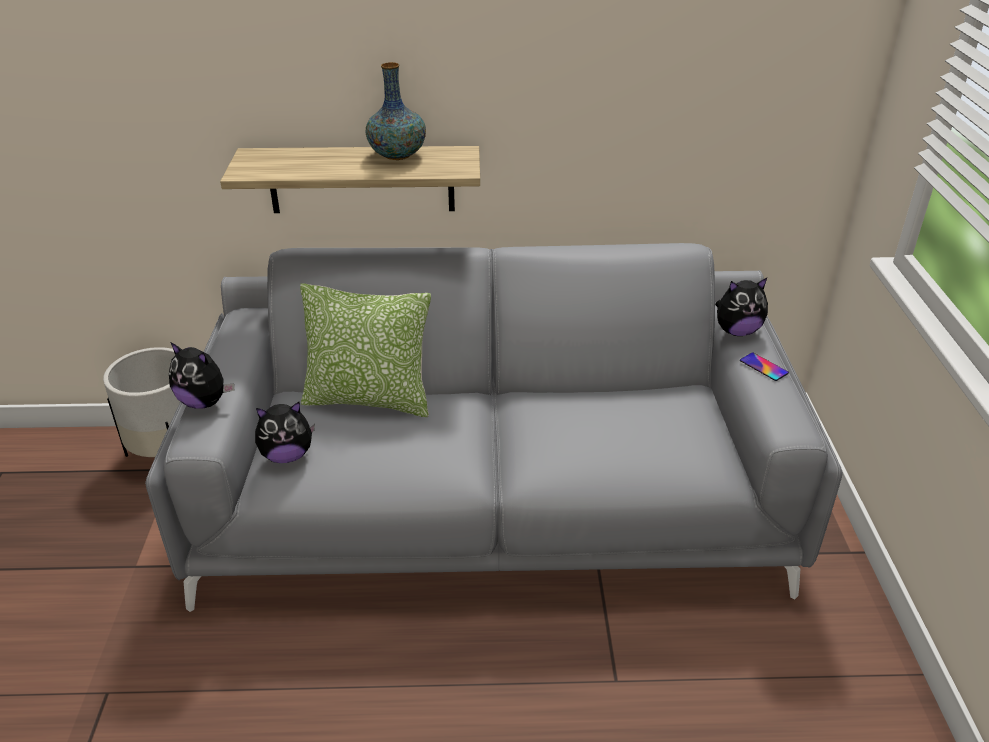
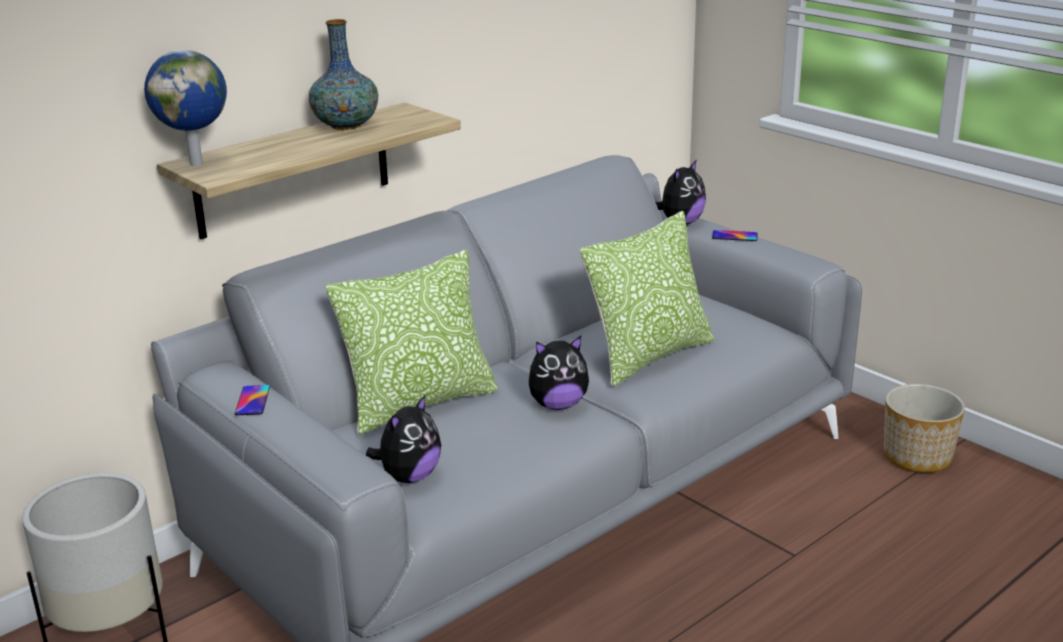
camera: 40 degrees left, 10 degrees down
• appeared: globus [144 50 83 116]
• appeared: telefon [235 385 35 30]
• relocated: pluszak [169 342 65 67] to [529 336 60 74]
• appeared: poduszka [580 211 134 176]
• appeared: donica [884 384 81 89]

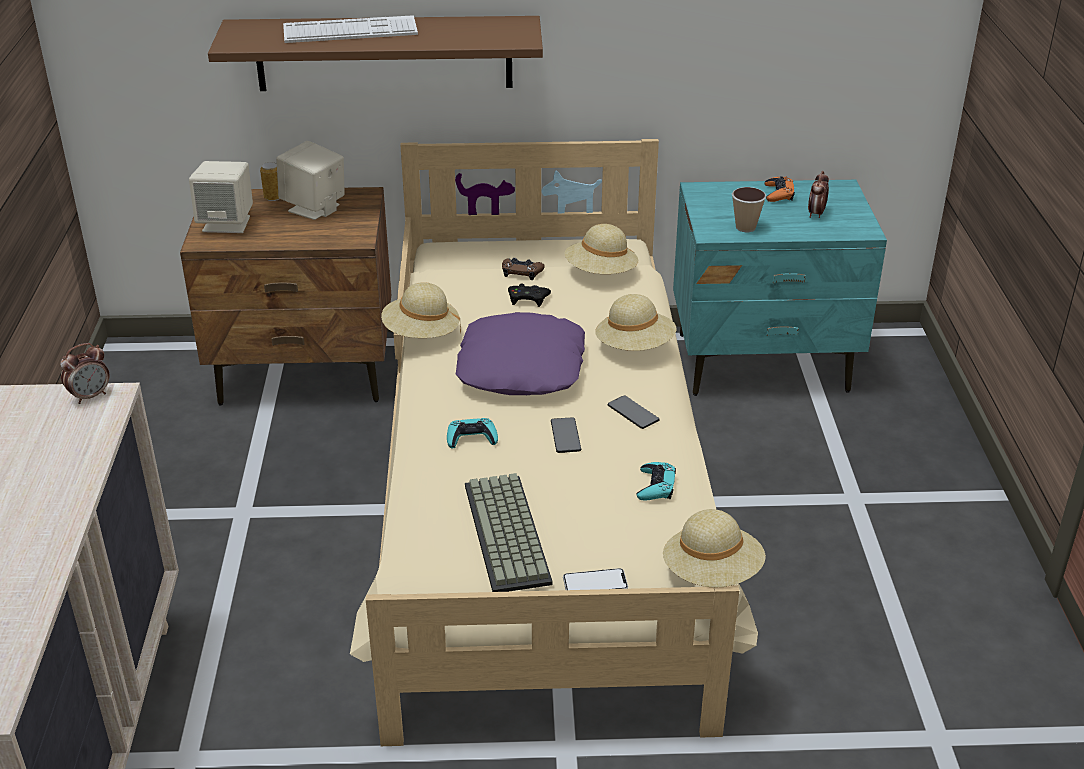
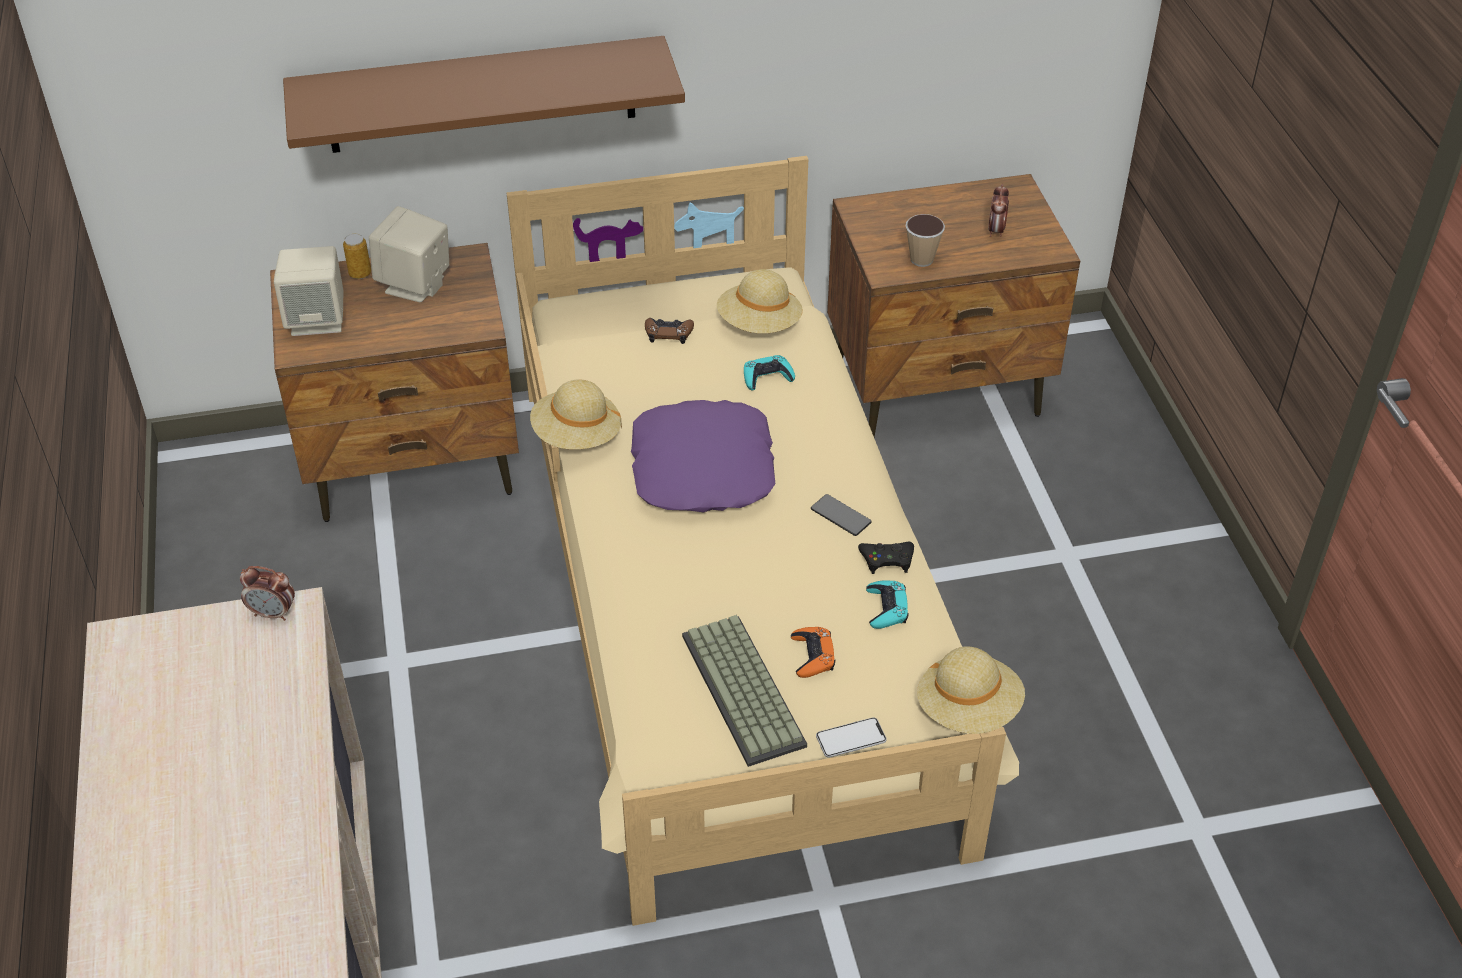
camera: 10 degrees left, 10 degrees up
• spun: budzik [60 343 50 61] = [240 566 55 55] 60 degrees clockwise
• relocated: pad do gier/turkusowy [447 418 51 31] to [744 355 51 35]
• relocated: pad do gier/pomarańczowy [764 176 31 26] to [791 627 44 51]
• colour: szafka nocna/turkusowy [673 180 214 216] to szafka nocna/brązowy [827 174 253 263]
• relocated: pad do gier/czarny [508 284 43 23] to [858 542 56 32]
• missing: klawiatura [283 15 135 28]
• missing: telefon [551 417 30 36]
• missing: kapelusz/beżowy [595 294 82 57]

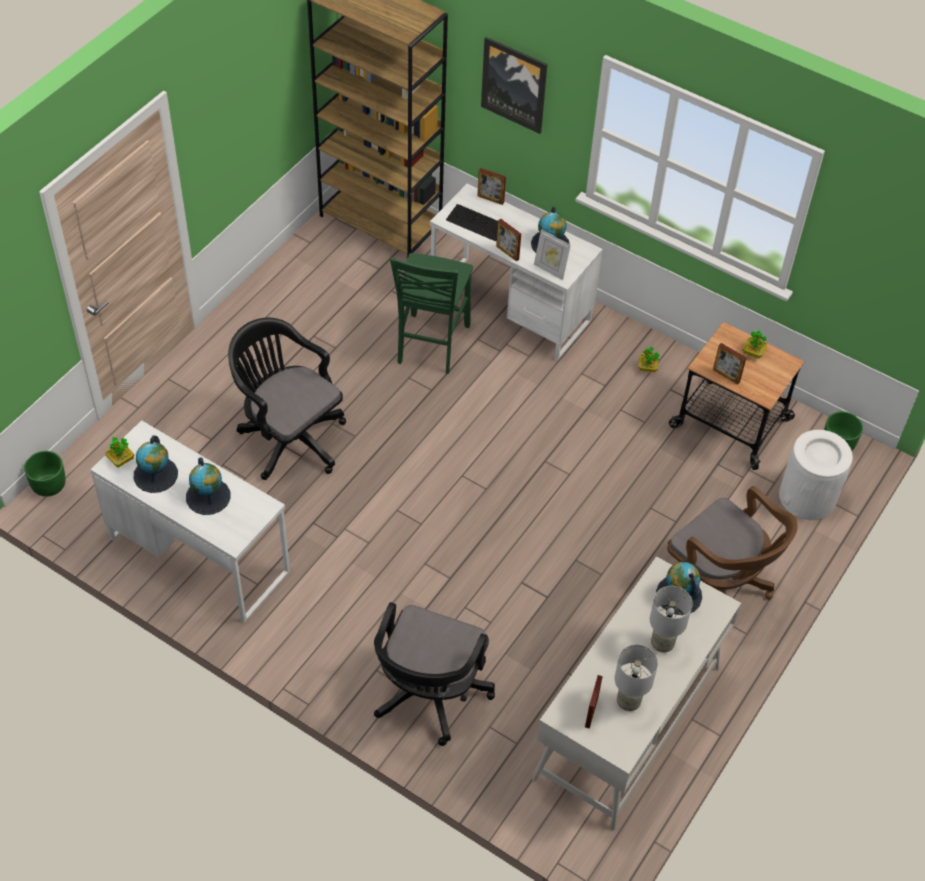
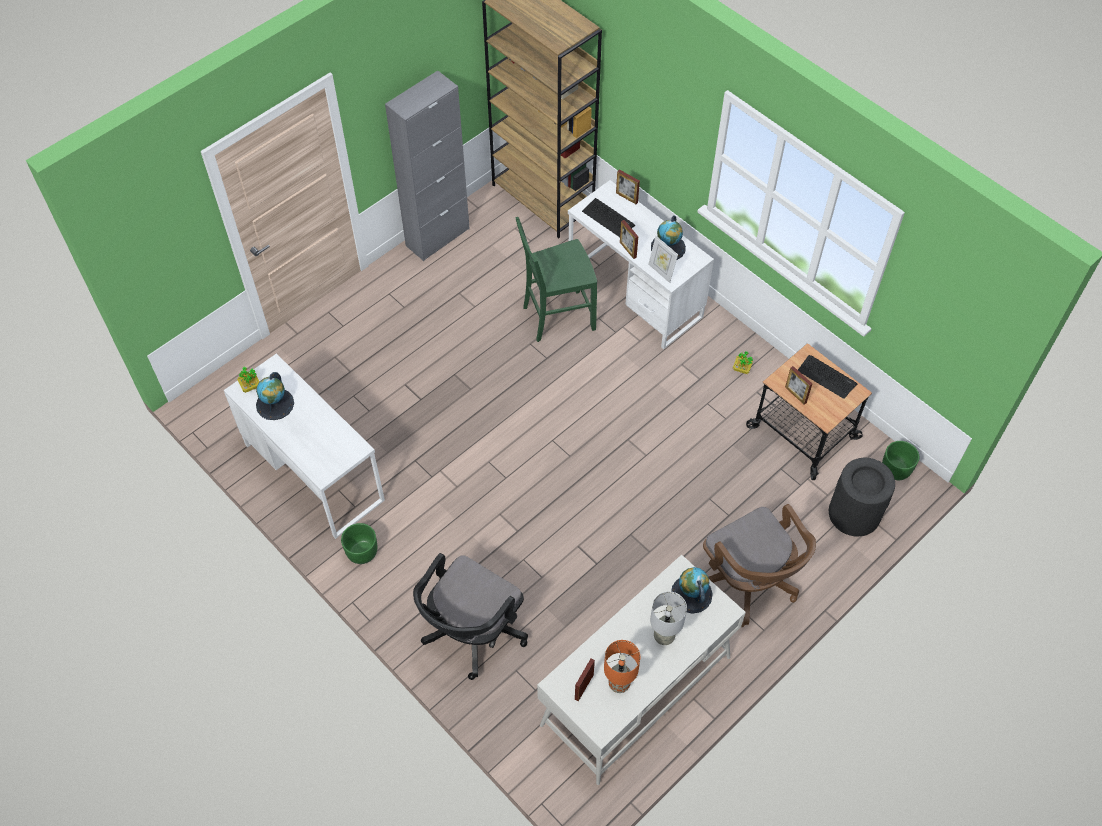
camera: 15 degrees right, 5 degrees up
• relocated: donica/zielony [24 451 42 46] to [341 523 36 41]
• appeared: szafka/szary [385 71 85 190]
• spun: krzesło/zielony [390 253 83 121] = [516 217 81 125] 45 degrees clockwise
• colour: lampa stołowa/szary [615 644 43 67] to lampa stołowa/pomarańczowy [604 640 36 53]
• exchanged: roślina doniczkowa [742 330 25 29] to klawiatura [798 355 59 44]
• colour: kosz na śmieci/biały [779 430 74 90] to kosz na śmieci/czarny [829 458 66 79]
• missing: globus [186 457 45 58]
• missing: krzesło biurowe/czarny [228 318 118 162]
• missing: obraz [481 37 66 97]

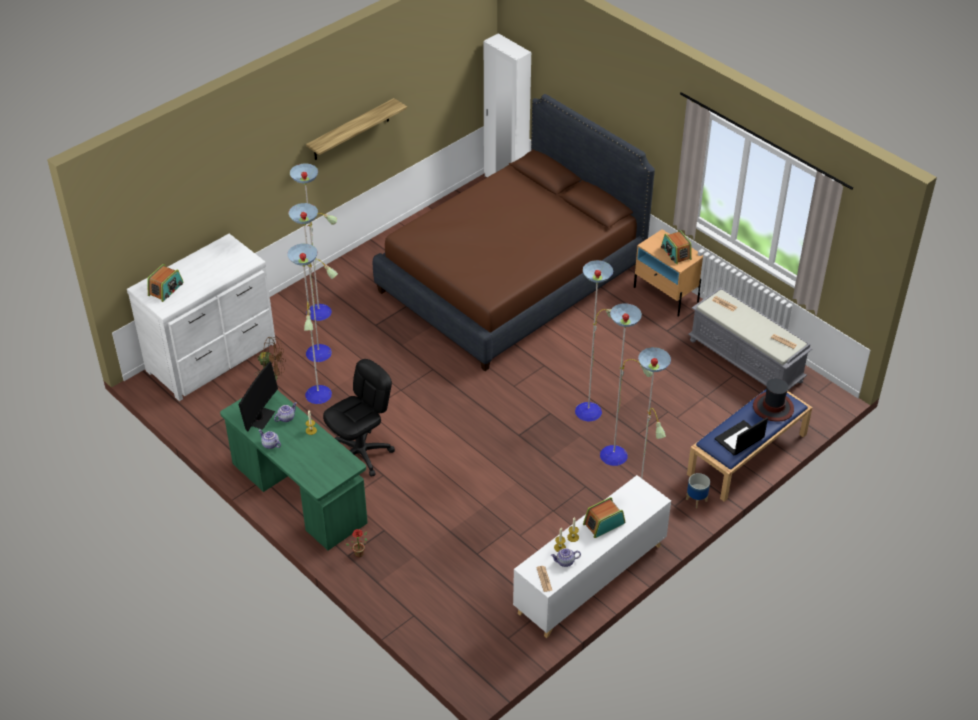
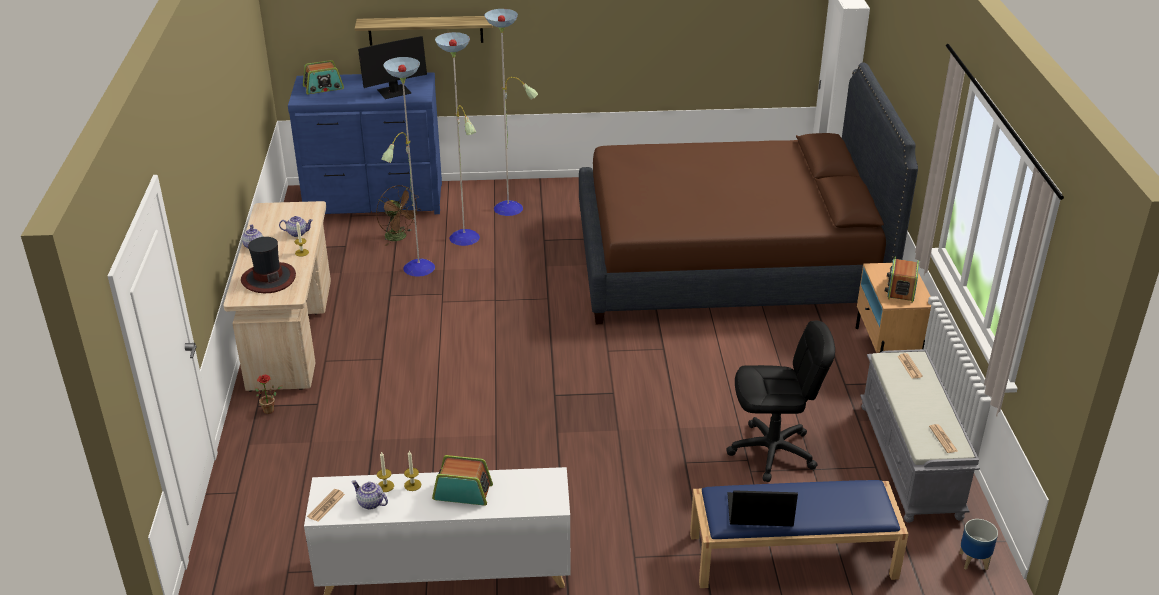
camera: 40 degrees right, 10 degrees down
• colour: biurko/zielony [220 390 148 161] to biurko/beżowy [223 201 108 190]
• relocated: kapelusz [753 378 41 44] to [241 237 55 56]
• colour: komoda/biały [127 234 149 167] to komoda/niebieski [288 72 154 142]
• relocated: półka [306 98 101 62] to [355 16 138 29]
• relocated: monitor [239 362 39 70] to [358 36 69 63]
• relocated: krzesło biurowe/czarny [323 359 72 118] to [726 321 109 161]
• relocated: donica [686 473 24 35] to [960 519 38 51]
• missing: lampa stojąca [575 260 96 218]

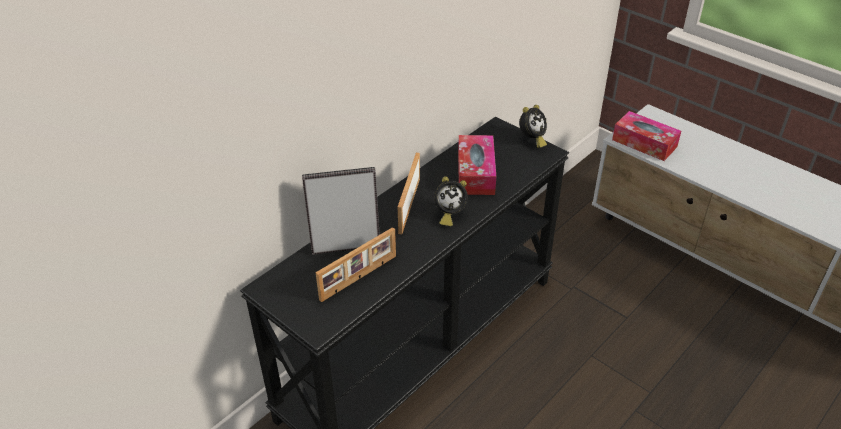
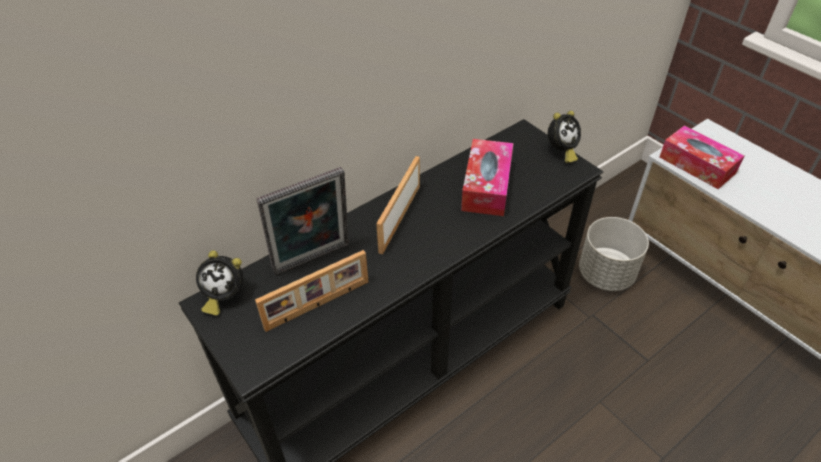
camera: 10 degrees right, 5 degrees up
• relocated: budzik [434 176 34 51] to [196 250 47 66]
• spun: ramka na zdjęcie [302 167 78 88] = [256 167 93 108] 150 degrees clockwise
• appeared: donica/szary [579 217 70 74]

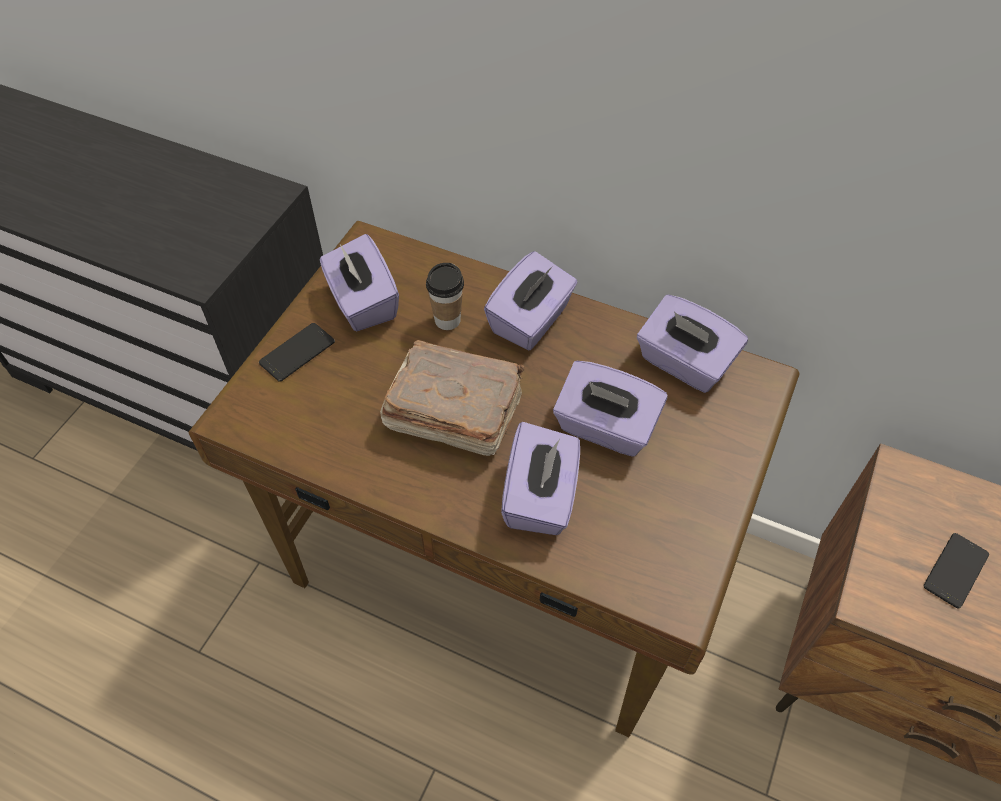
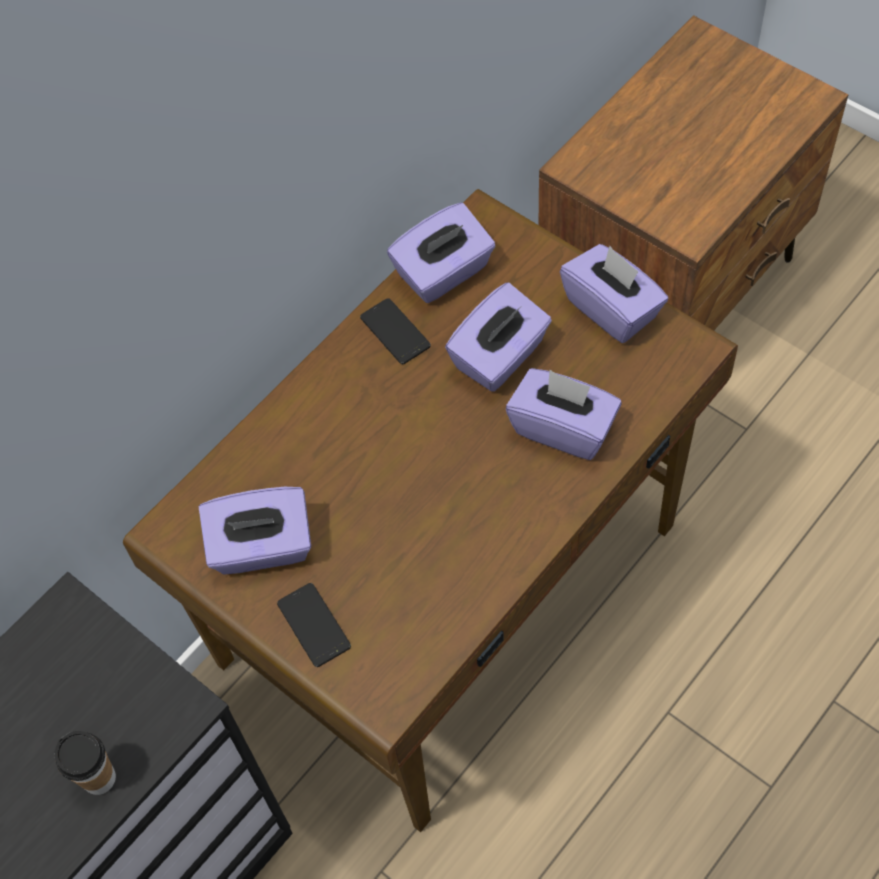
camera: 70 degrees left, 5 degrees up
• relocated: filiżanka [426 263 38 67] to [55 731 61 64]
• relocated: telefon [924 533 65 75] to [360 298 71 66]
• relocated: pudełko chusteczek/fioletowy [484 251 94 100] to [560 244 108 99]
• missing: książka/brązowy [380 340 145 116]

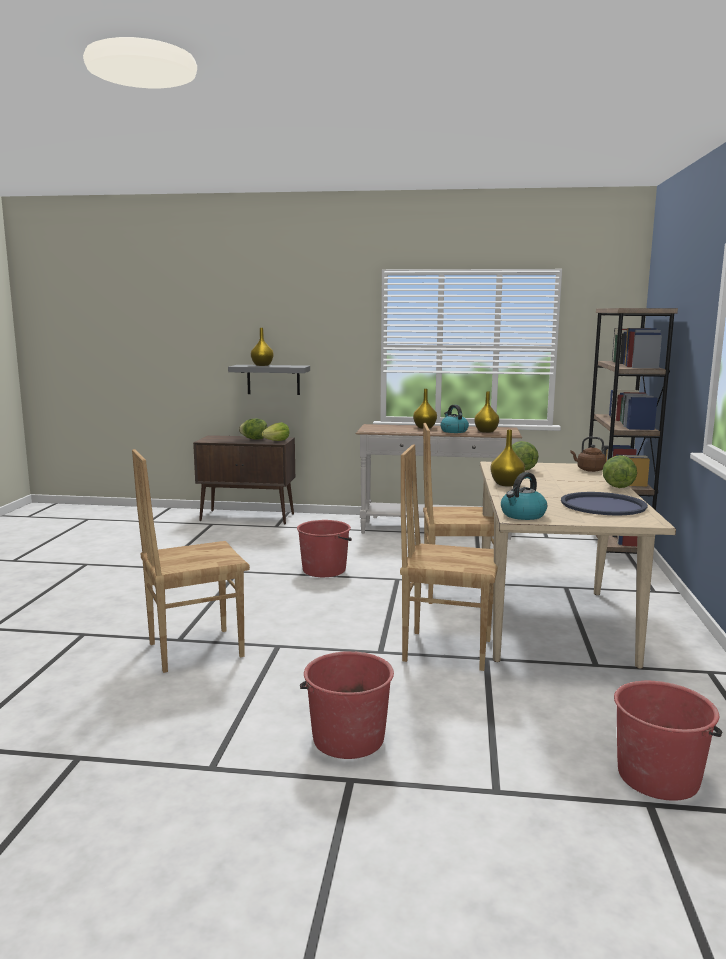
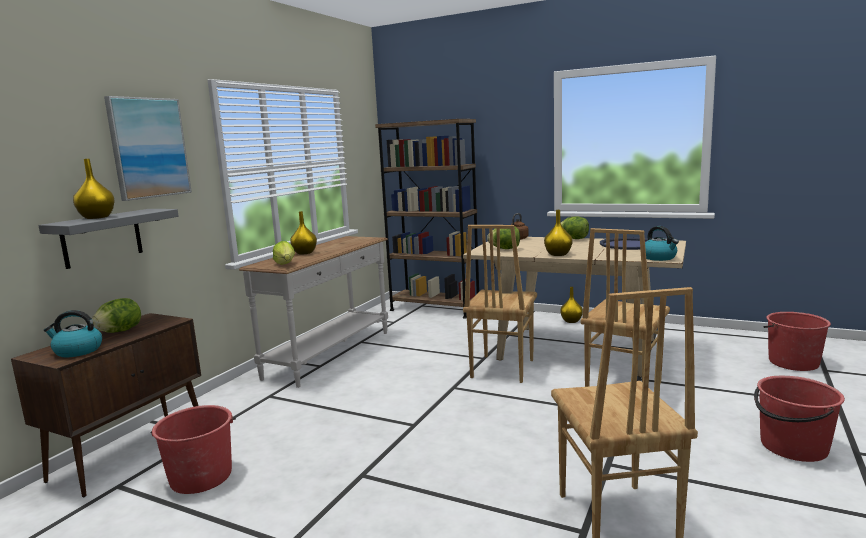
camera: 70 degrees left, 0 degrees up
• relocated: czajnik [440 405 29 28] to [44 310 58 47]
• appeared: obraz [104 96 88 105]
• relocated: wiadro/czerwony [297 520 55 57] to [151 405 85 89]
• relocated: sałata [261 422 29 19] to [273 241 22 24]
• relocated: wazon/żółty [474 391 25 42] to [560 287 23 36]

